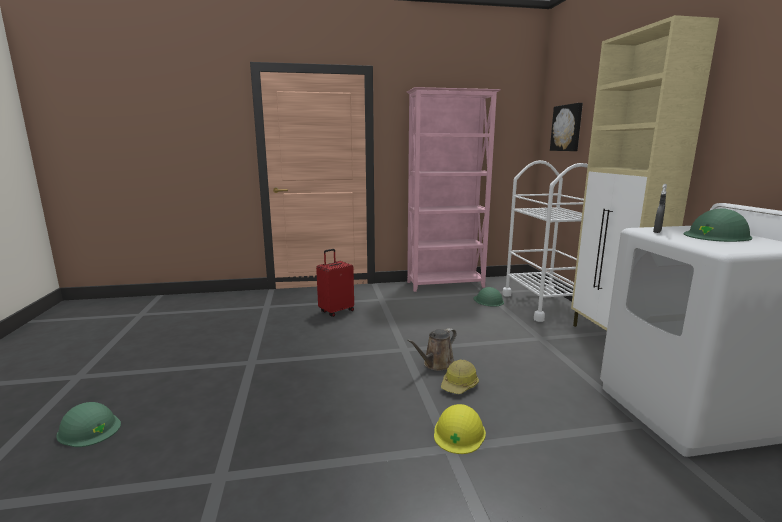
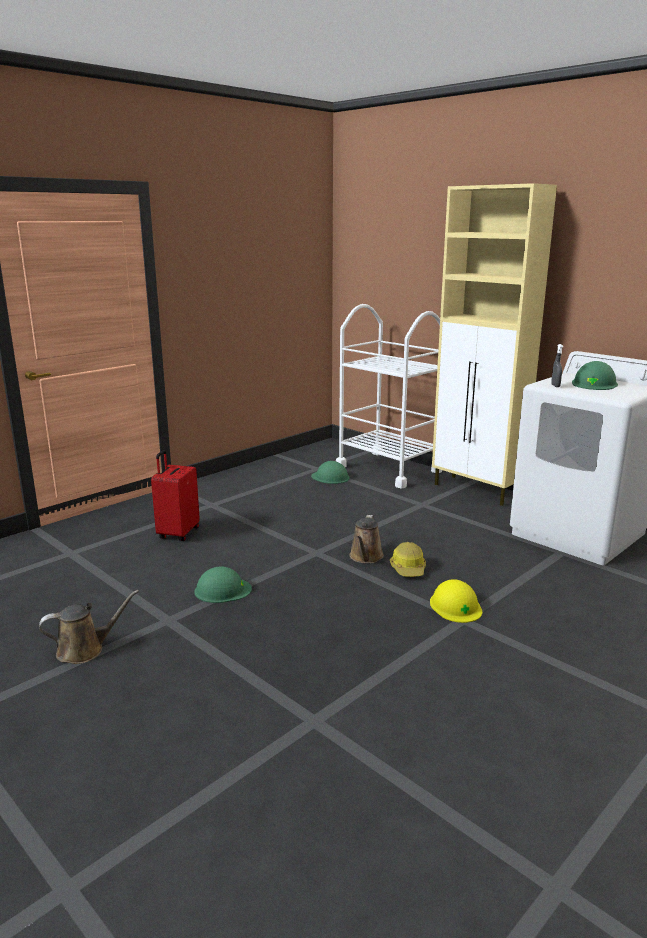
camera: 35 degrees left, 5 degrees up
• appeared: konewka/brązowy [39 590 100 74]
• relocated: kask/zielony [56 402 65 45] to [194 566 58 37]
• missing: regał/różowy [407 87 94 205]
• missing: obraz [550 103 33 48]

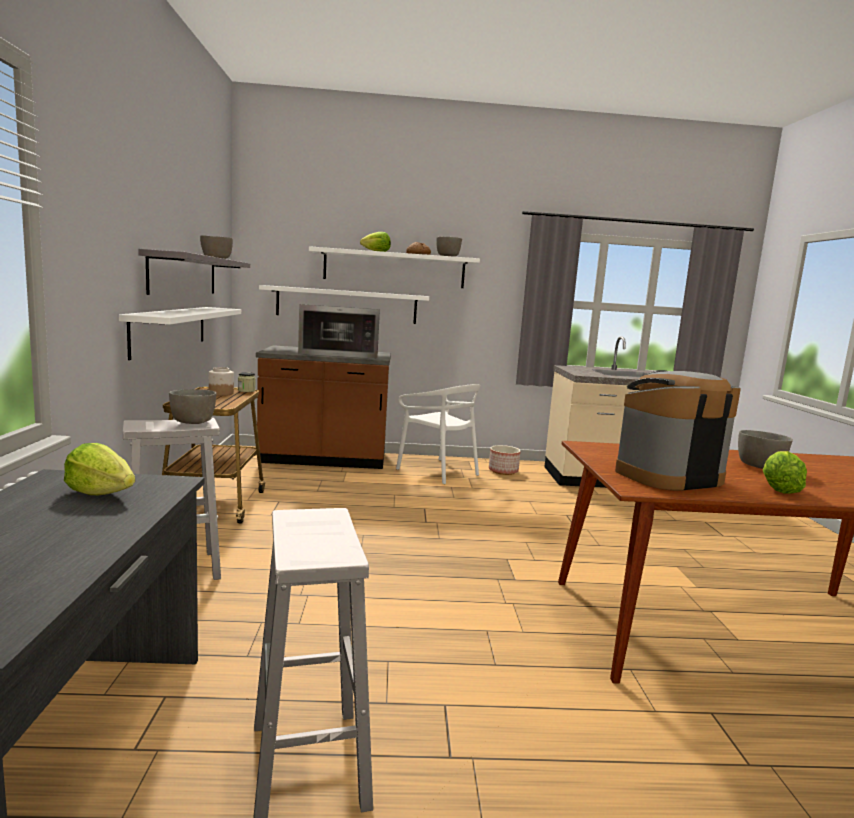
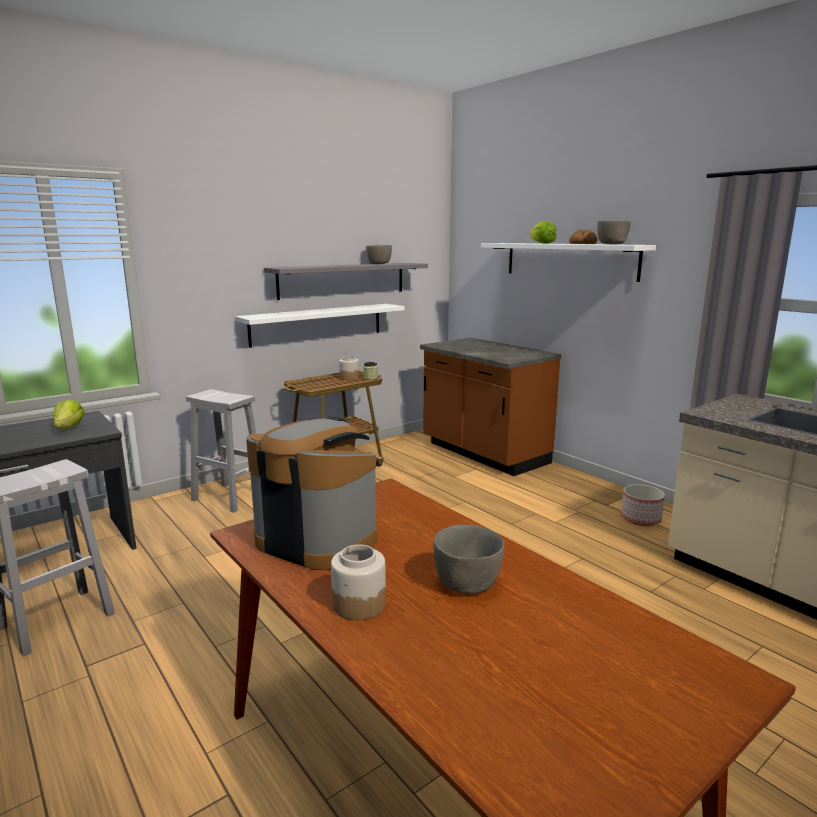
camera: 55 degrees right, 5 degrees up
• exchanged: sałata [763 451 44 42] to słoik [331 544 55 76]
• missing: miska/szary [169 389 47 35]
• missing: półka/biały [259 285 170 39]
• missing: mikrofalówka [298 304 82 55]
• missing: krzesło/biały [396 384 84 100]

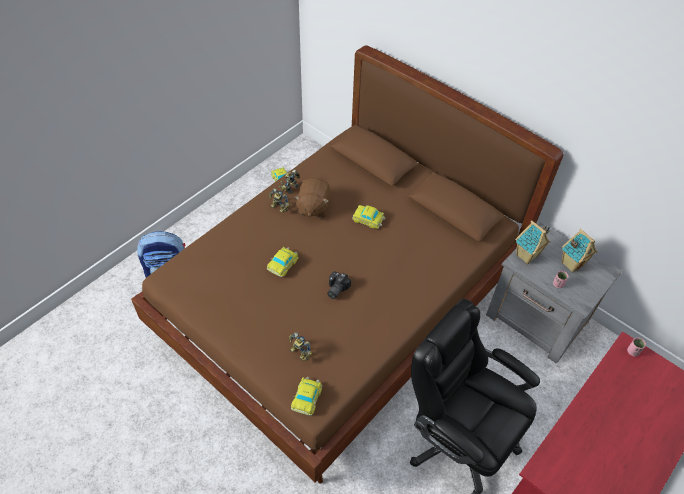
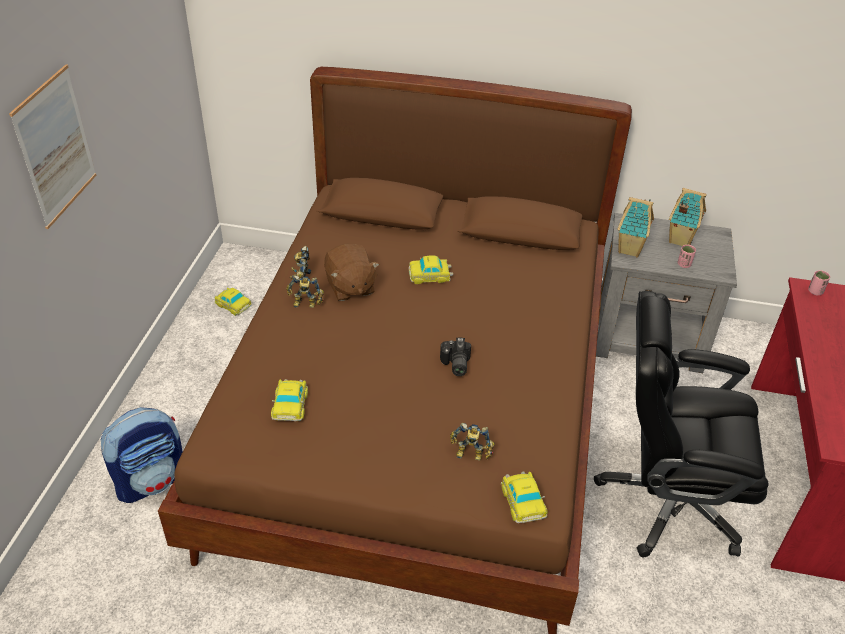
camera: 30 degrees left, 10 degrees down
• appeared: obraz [9 65 88 164]
• relocated: samochodzik [267 247 32 30] to [271 379 37 42]

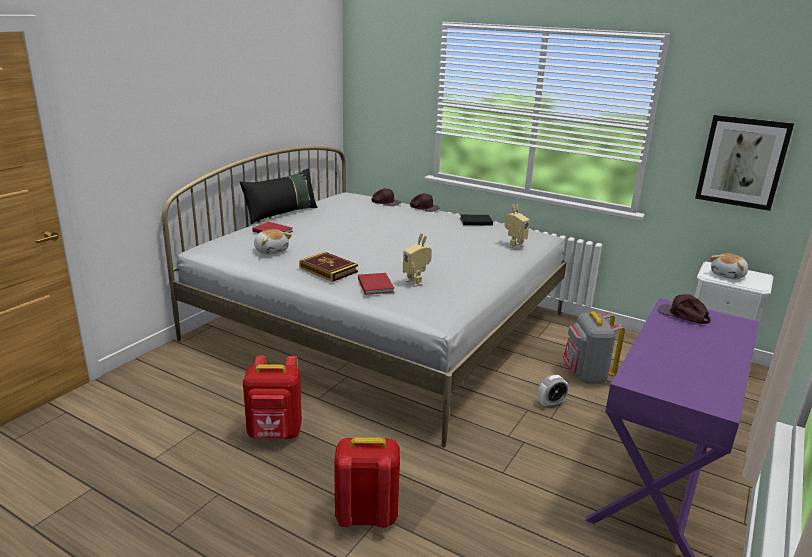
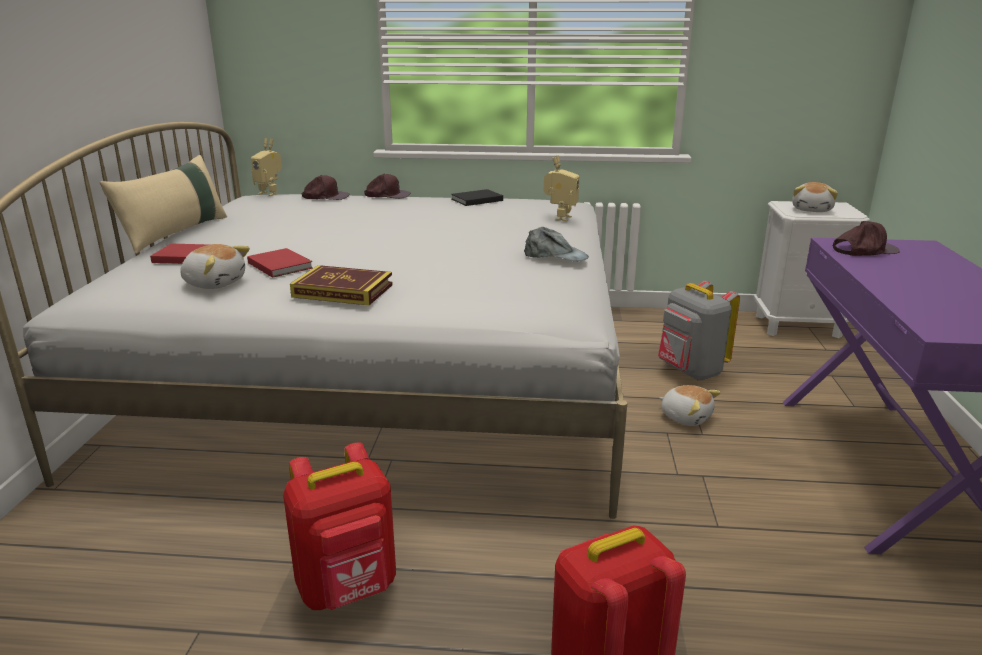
camera: 25 degrees left, 0 degrees up
• colour: poduszka/czarny [240 168 78 56] to poduszka/beżowy [99 155 128 99]
• relocated: książka/czerwony [358 273 36 22] to [247 248 66 30]
• relocated: robot zabawkowy [403 233 29 54] to [251 138 31 58]
• appeared: czapka z daszkiem/szary [524 227 65 35]
• exchanged: budzik [538 375 31 33] to pluszak [659 385 62 41]
• spun: czapka z daszkiem/brązowy [658 294 52 30] = [833 221 67 35] 150 degrees clockwise
• missing: obraz [695 115 99 96]

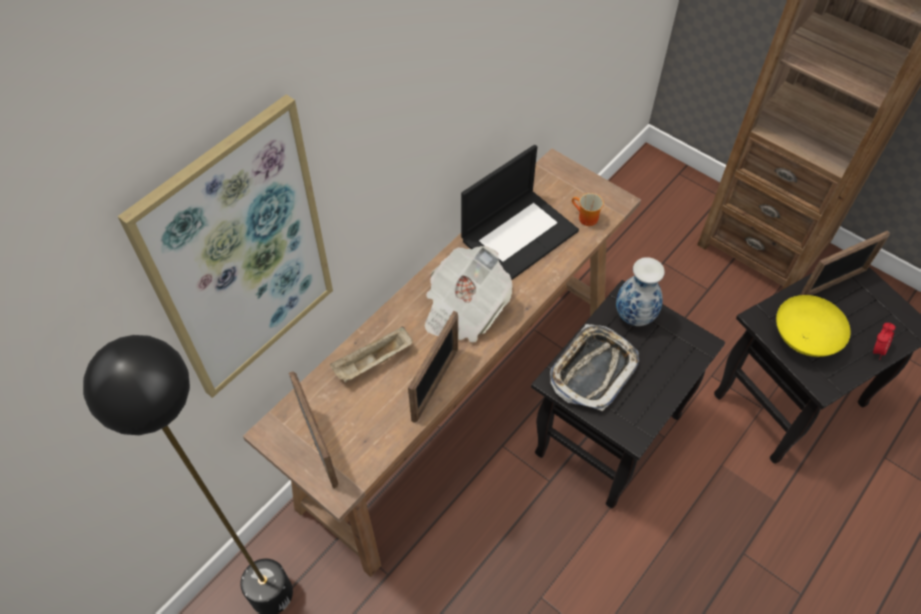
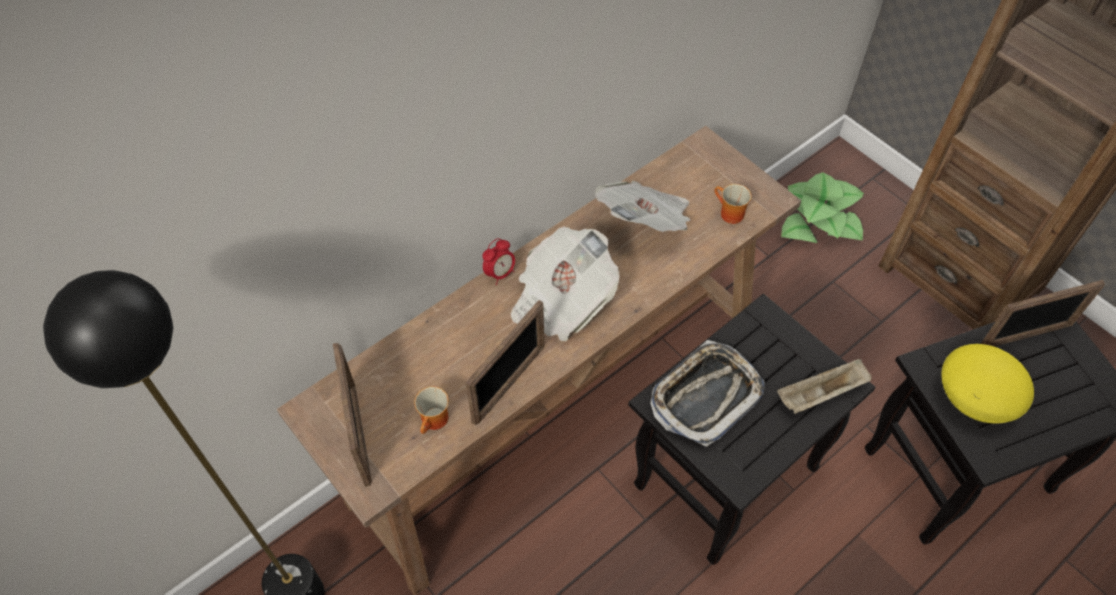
camera: 10 degrees right, 0 degrees up
• appeared: kubek [414 386 35 48]
• relocated: budzik [873 323 22 37] to [482 238 33 47]
• exchanged: laptop [461 145 118 135] to gazeta [595 181 95 51]
• relocated: taca/beżowy [330 327 82 56] to [777 359 94 55]
• appeared: roślina doniczkowa [781 172 83 71]
• missing: obraz [118 94 215 304]
• missing: wazon [616 257 49 69]

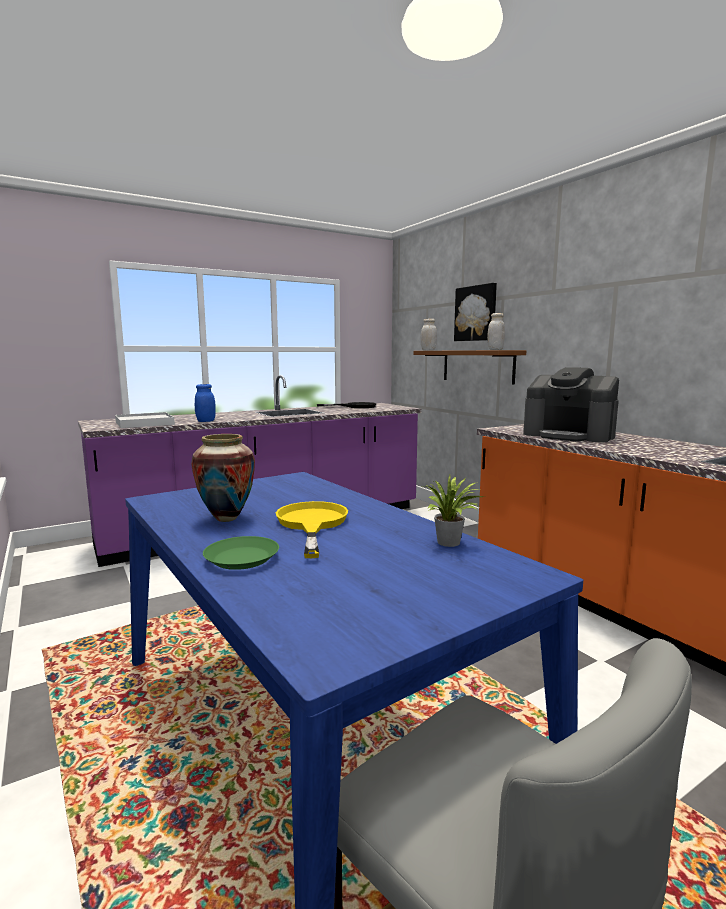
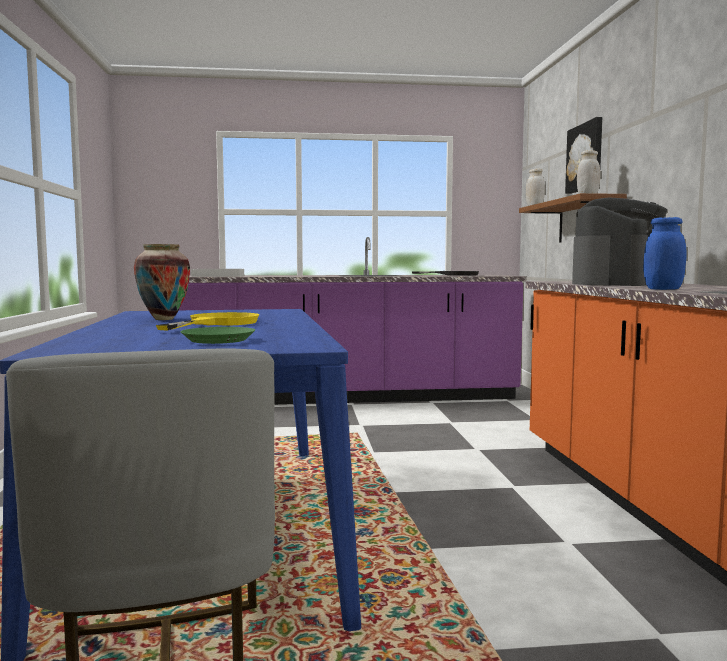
camera: 25 degrees right, 5 degrees down
• relocated: talerz/zielony [203 536 76 34] to [180 327 75 17]
• spun: ekspres do kawy [523 367 96 75] = [572 197 95 89] 120 degrees counterclockwise
• relocated: słoik/niebieski [195 384 21 38] to [643 217 43 73]
• missing: roślina doniczkowa [427 475 57 72]

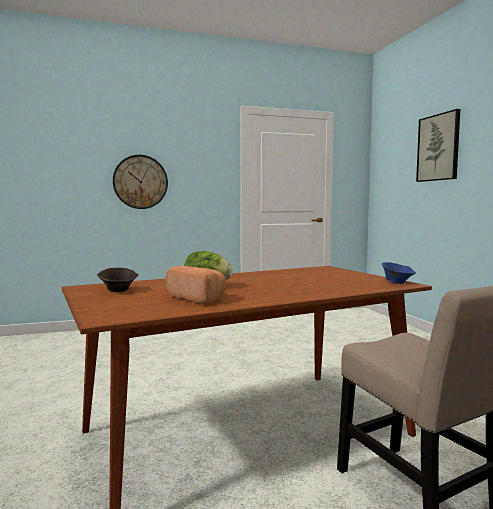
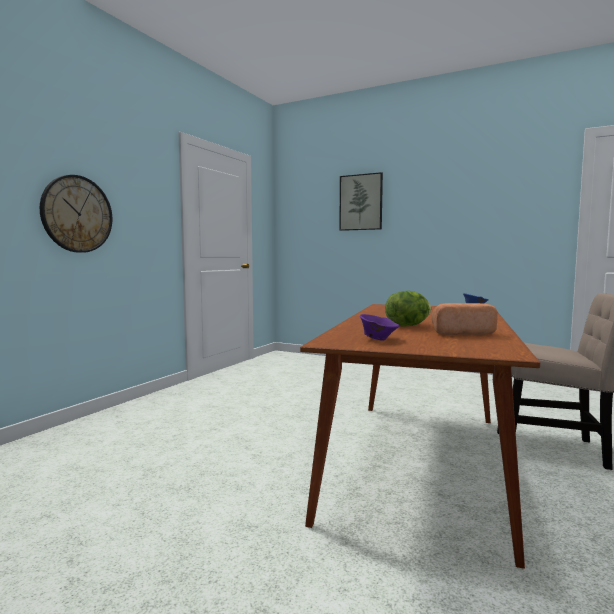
camera: 45 degrees left, 0 degrees up
• colour: miska/brązowy [97 268 41 24] to miska/fioletowy [360 314 39 27]

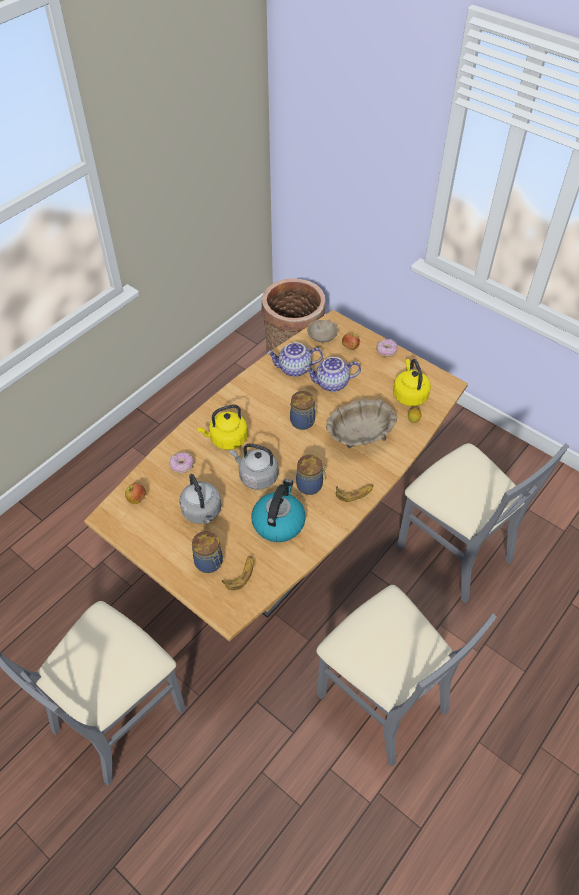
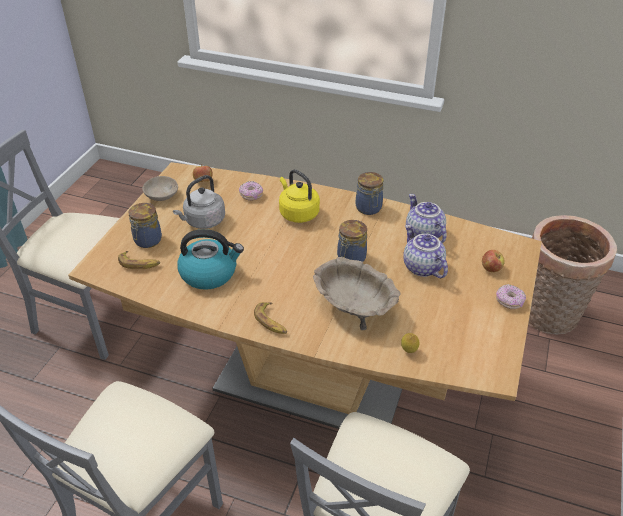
camera: 70 degrees right, 10 degrees down
• relocated: miska/beżowy [307 320 31 22] to [143 176 35 25]
• relocated: słoik [296 455 30 40] to [356 172 27 43]
• missing: czajnik/szary [230 443 48 47]
• missing: czajnik/żółty [393 359 38 47]

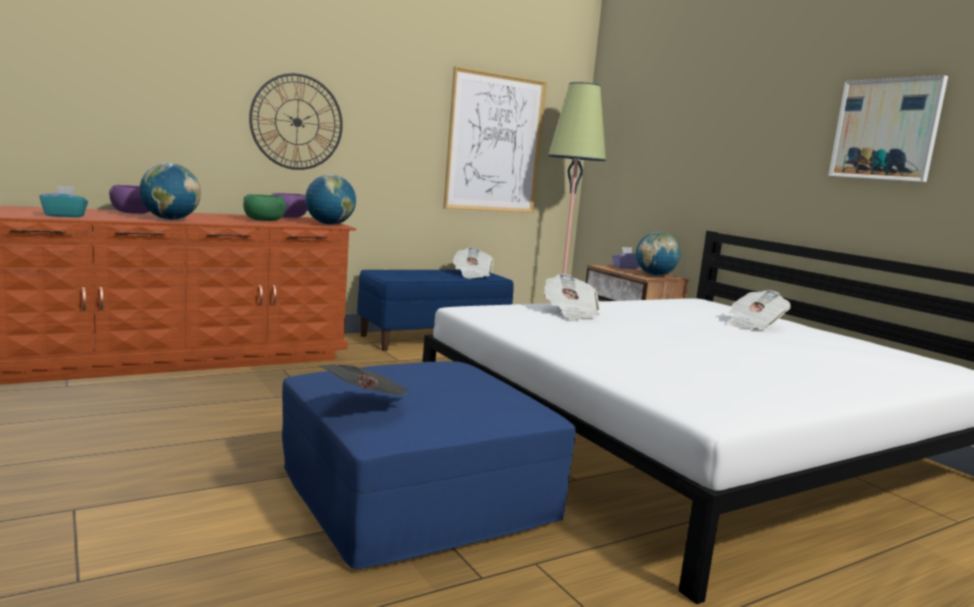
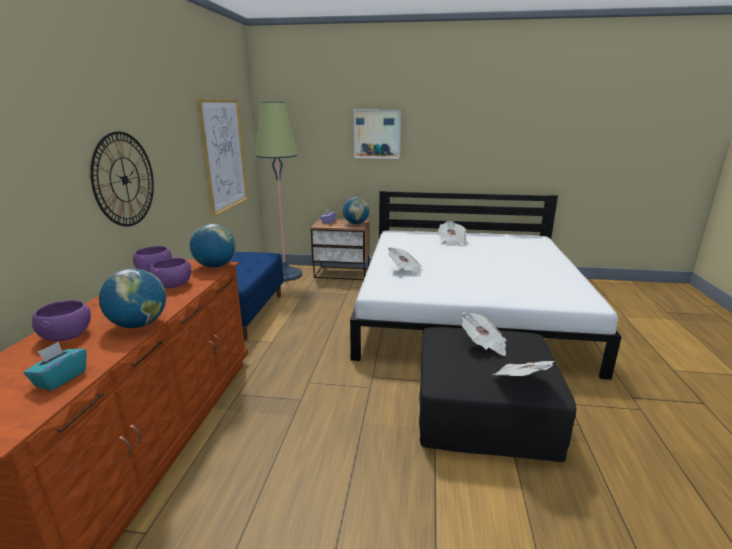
camera: 50 degrees left, 10 degrees up
• colour: miska/zielony [243 194 43 27] to miska/fioletowy [150 258 41 30]
• relocated: obraz [828 75 120 107] to [354 109 47 50]
• colour: pufa/niebieski [282 361 293 208] to pufa/czarny [419 327 157 135]
• relocated: gazeta [452 247 42 32] to [461 312 45 44]

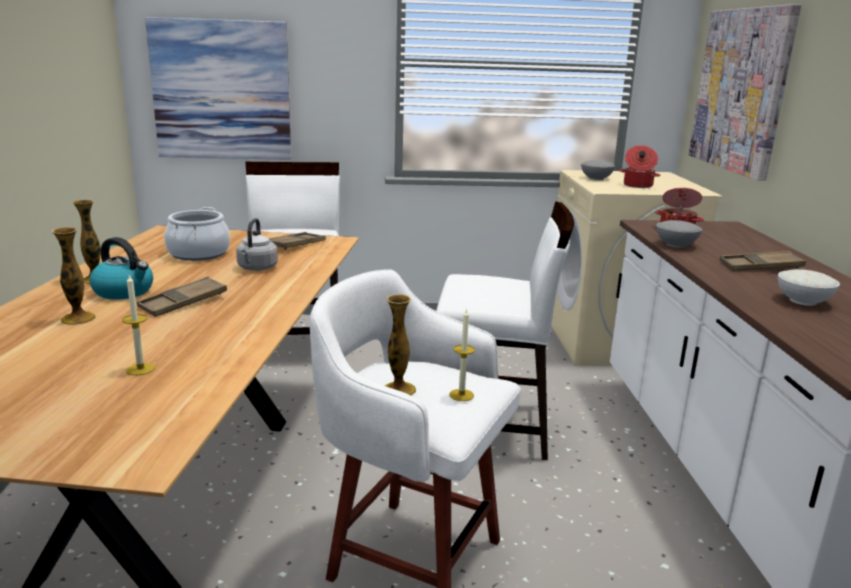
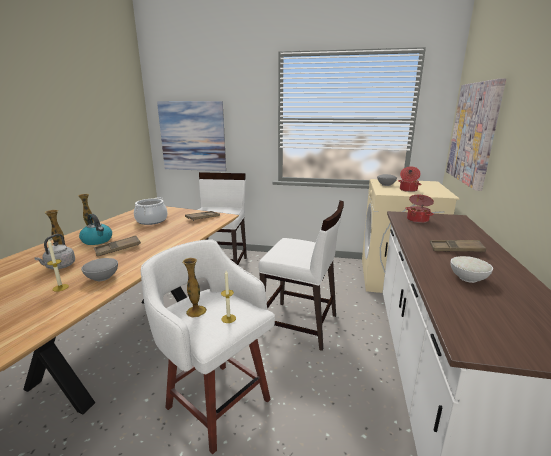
camera: 15 degrees right, 0 degrees up
• relocated: czajnik/szary [236 218 42 53] to [34 234 41 35]
• relocated: miska/szary [656 220 46 28] to [81 258 37 23]

